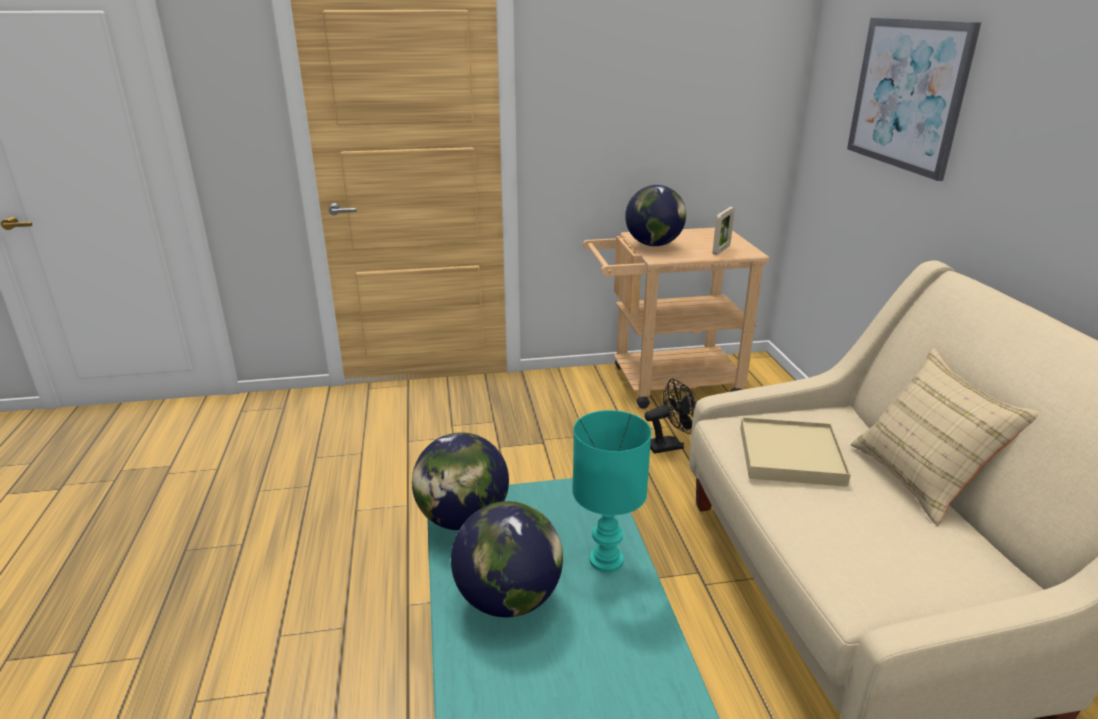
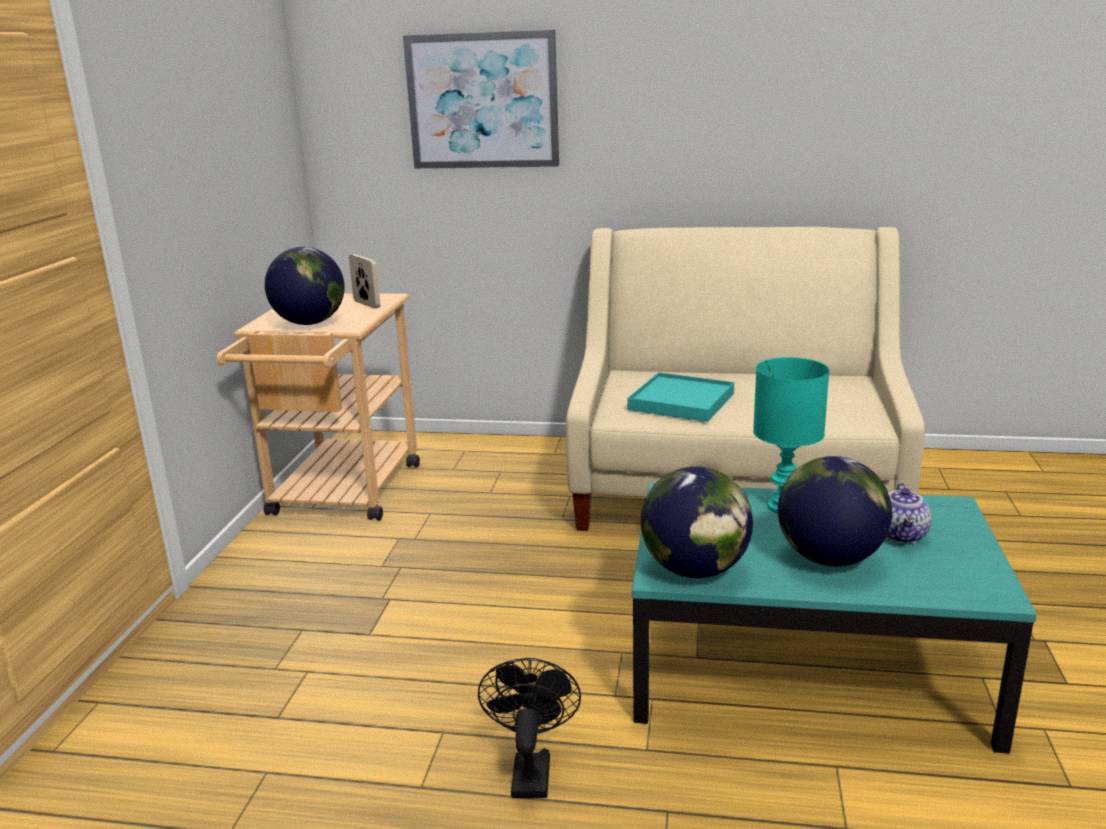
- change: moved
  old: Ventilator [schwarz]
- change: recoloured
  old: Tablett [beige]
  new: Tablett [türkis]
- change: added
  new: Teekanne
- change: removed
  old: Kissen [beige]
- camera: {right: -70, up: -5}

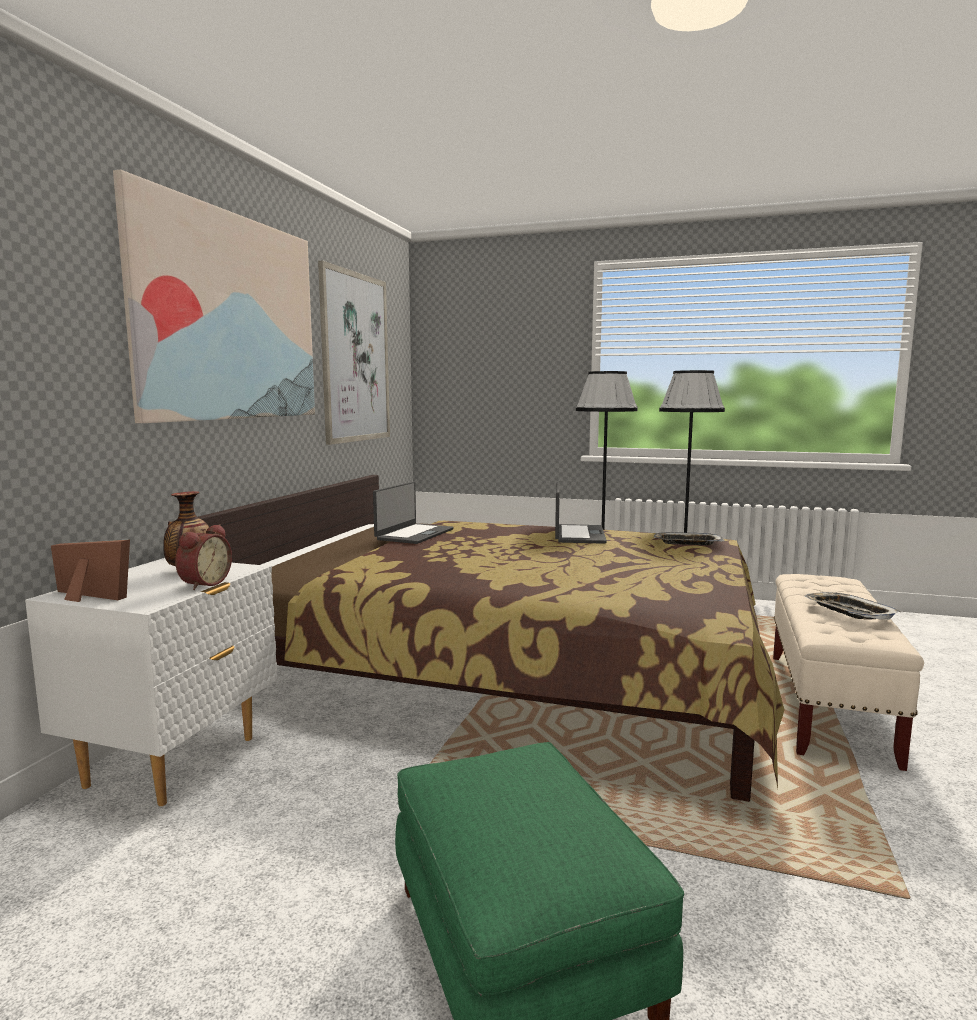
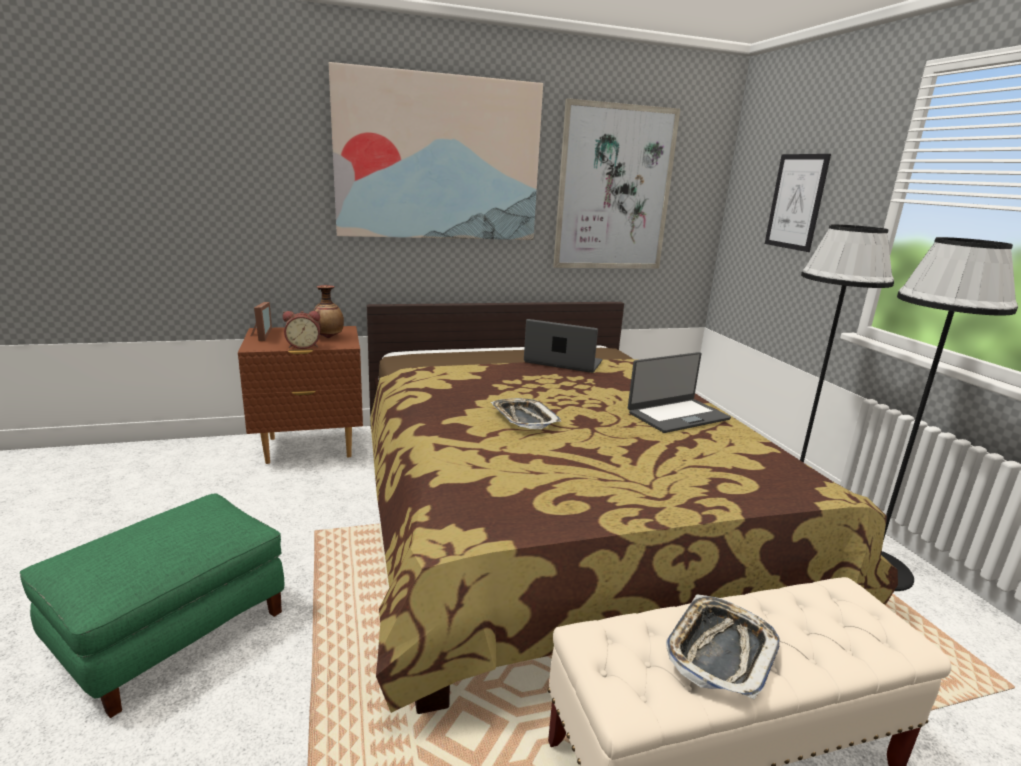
- change: recoloured
  old: Nachttisch [weiß]
  new: Nachttisch [braun]
- change: moved
  old: Tablett (1st from left)
- change: turned
  old: Laptop (1st from left)
  degrees: -150
- change: added
  new: Bild (3rd from left)
- camera: {right: 55, up: 10}

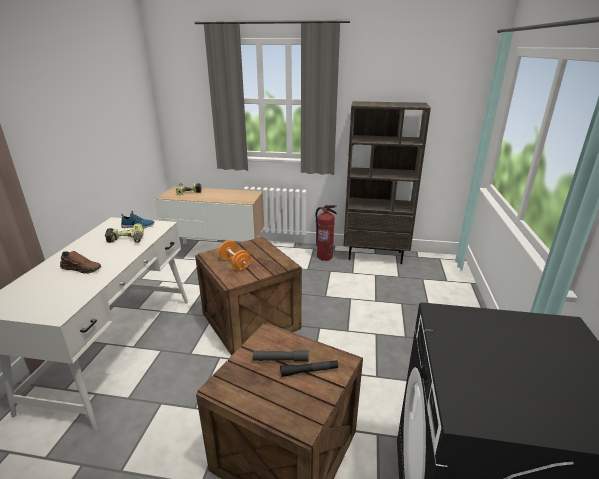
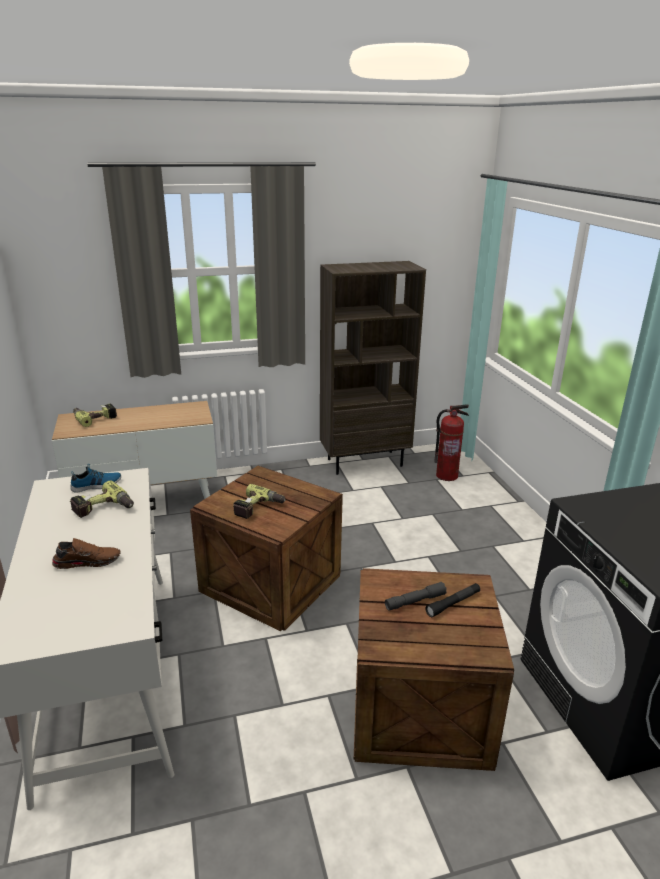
- change: replaced
  old: Hantel [orange]
  new: Bohrmaschine (3rd from left)
- change: moved
  old: Feuerlöscher
- camera: {right: -25, up: 0}

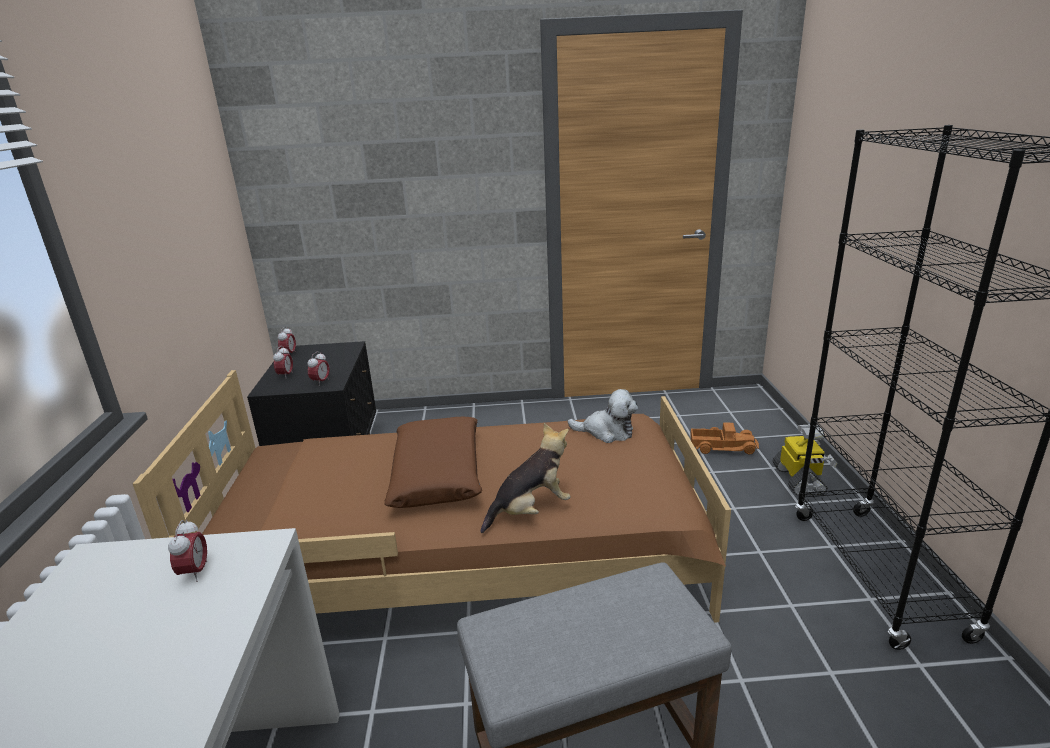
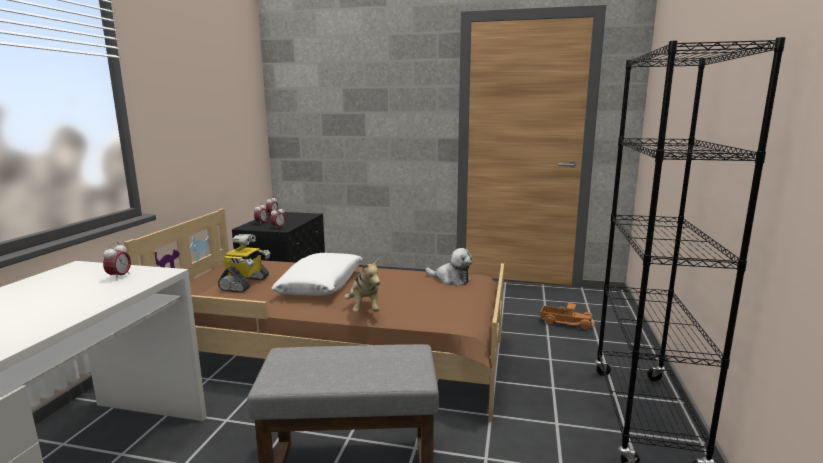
- change: moved
  old: Spielzeugroboter
- change: recoloured
  old: Kissen [braun]
  new: Kissen [weiß]
- change: turned
  old: Plüschtier (1st from left)
  degrees: 90
- camera: {right: 15, up: -10}

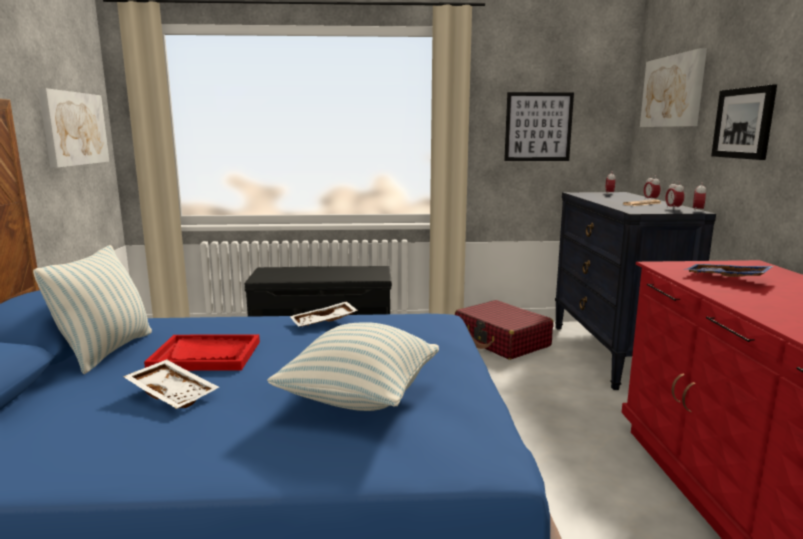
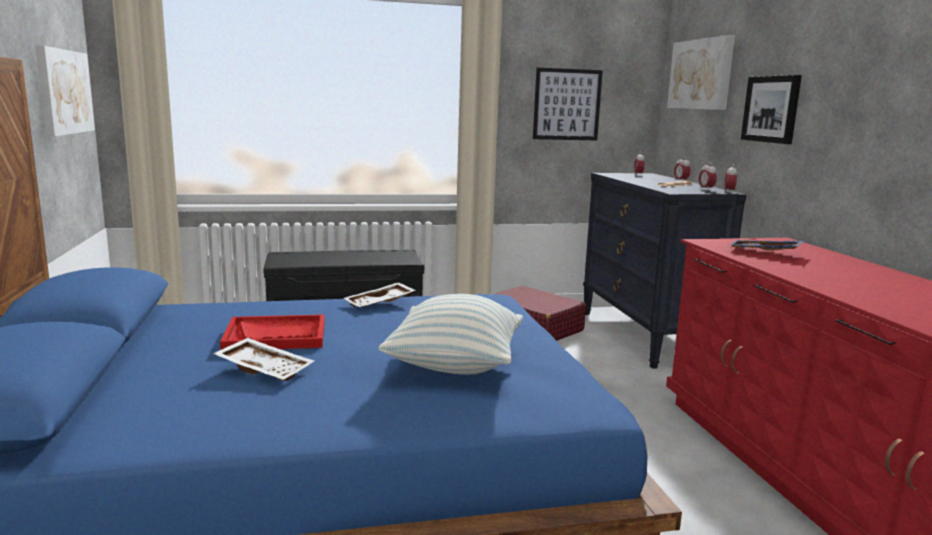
- change: removed
  old: Kissen (1st from left)
- camera: {right: -10, up: 0}

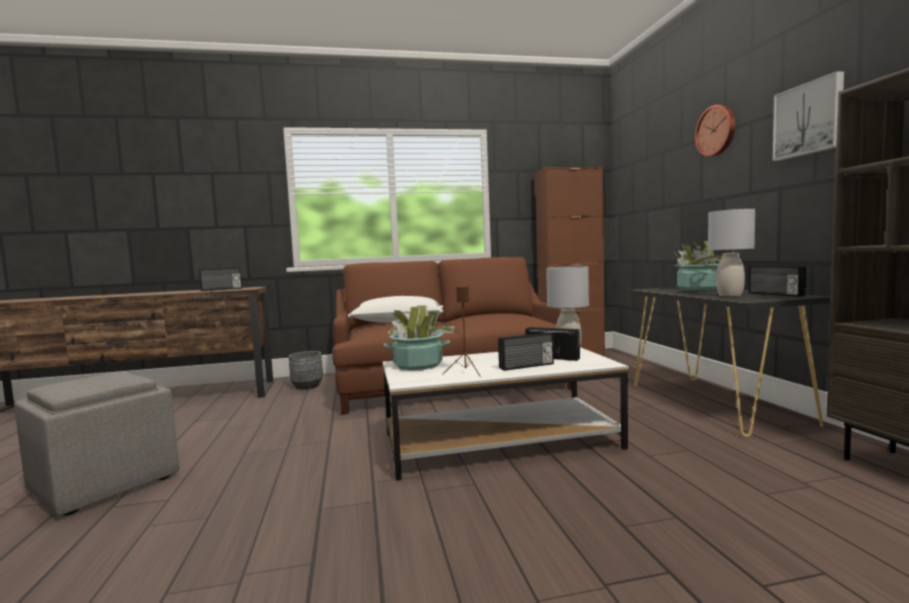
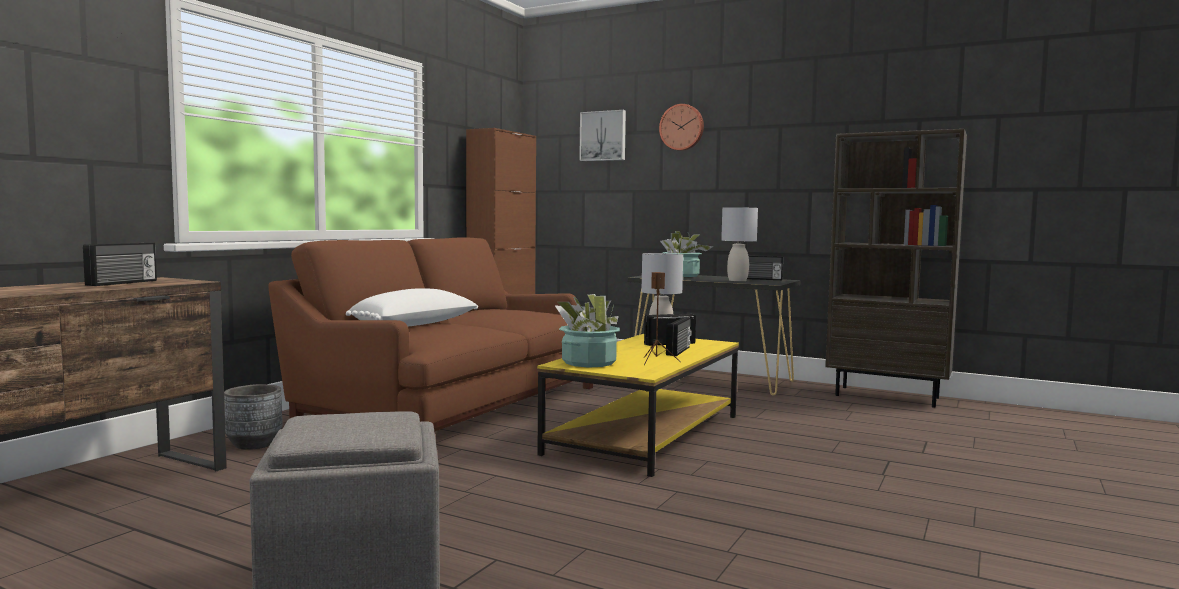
- change: recoloured
  old: Couchtisch [weiß]
  new: Couchtisch [gelb]
- change: moved
  old: Bild
- camera: {right: -50, up: 0}

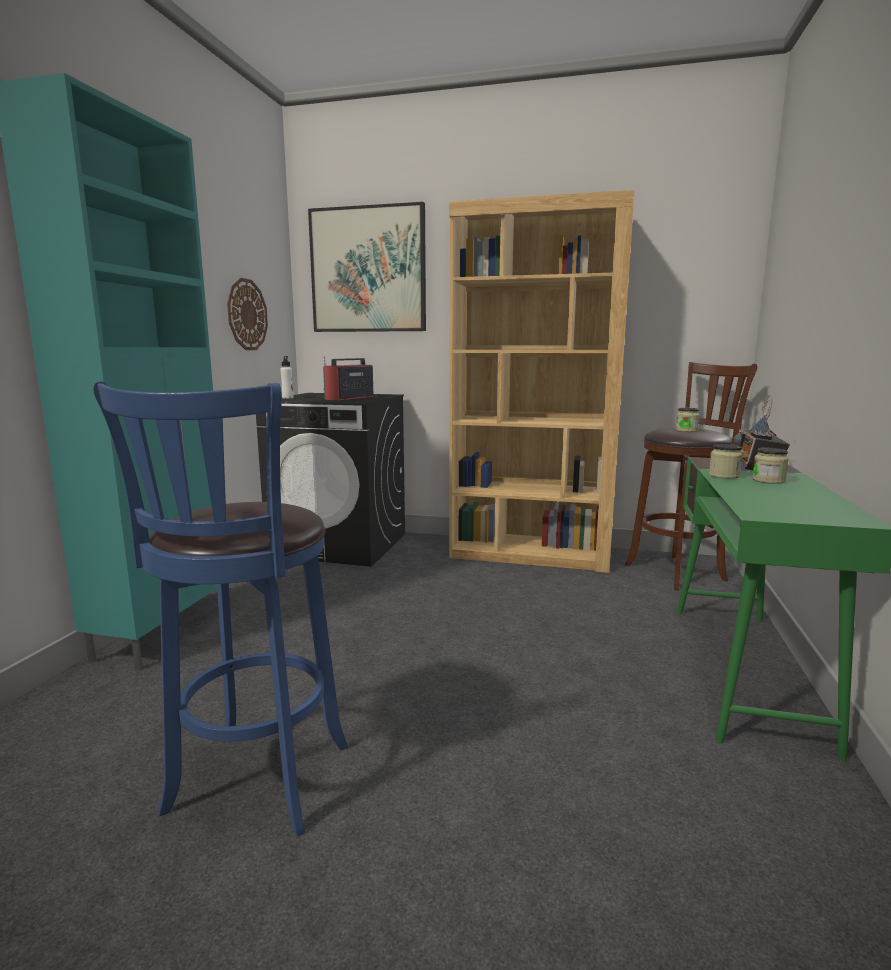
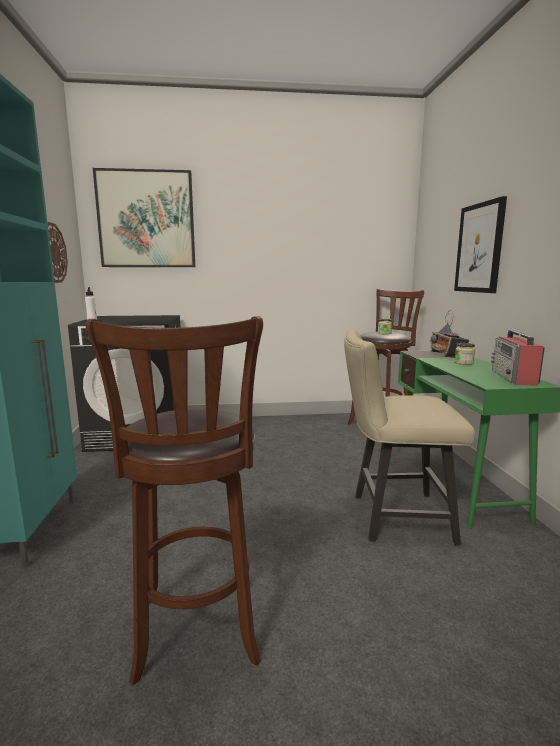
- change: recoloured
  old: Hocker [blau]
  new: Hocker [braun] (1st from left)
- change: added
  new: Stuhl [beige]
- change: added
  new: Bild (2nd from left)
- change: moved
  old: Radio (1st from left in the first image)
  new: Radio (2nd from left)
- change: removed
  old: Bücherregal [braun]
- change: removed
  old: Vorratsglas (2nd from left)
- camera: {right: -20, up: 0}

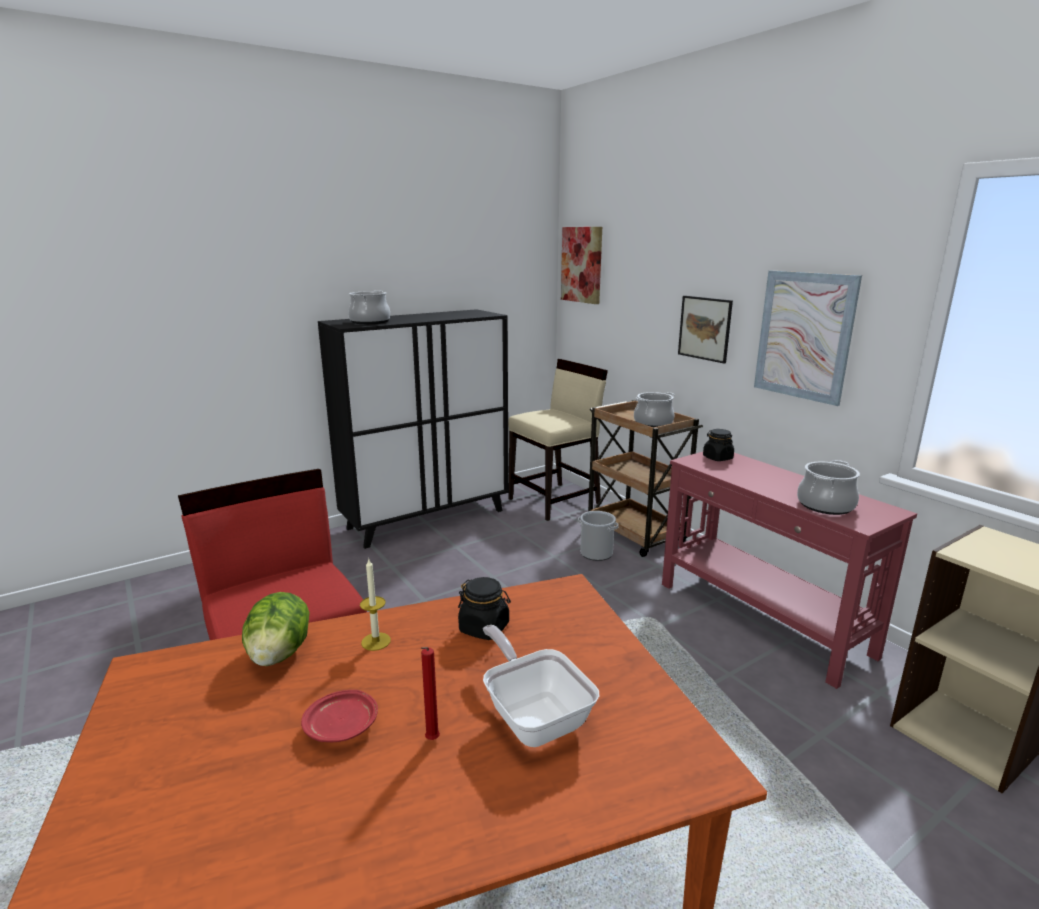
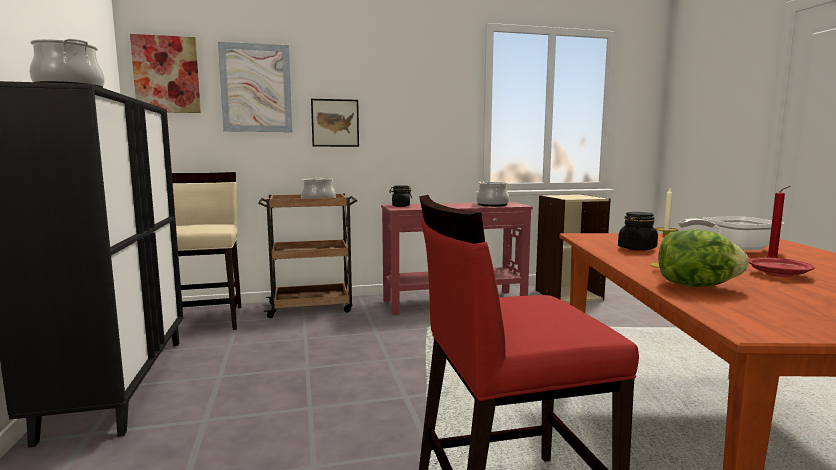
- change: moved
  old: Bild (3rd from left in the first image)
  new: Bild (2nd from left)
- change: removed
  old: Eimer
- camera: {right: -70, up: -10}

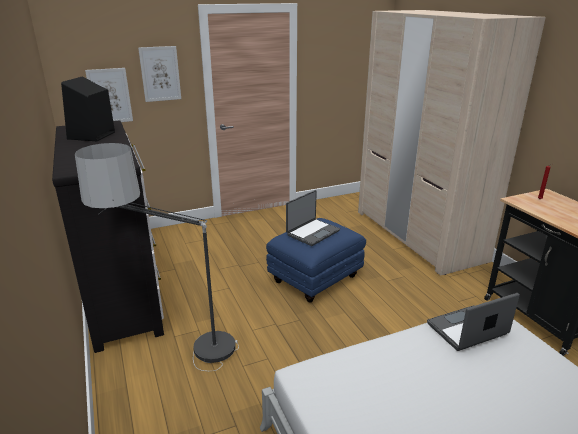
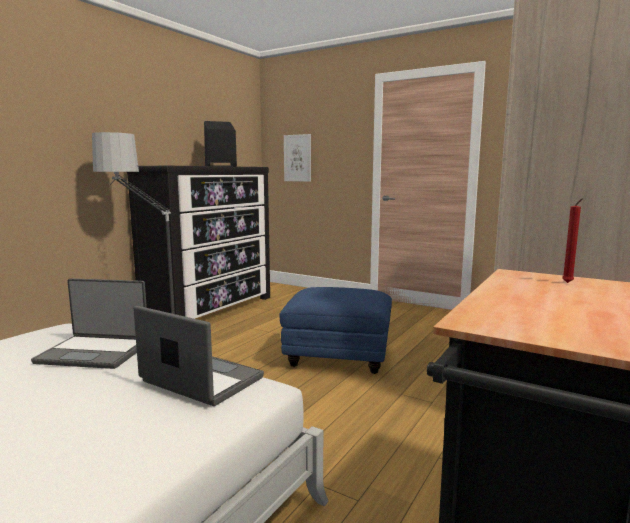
- change: moved
  old: Laptop (1st from left)
- change: removed
  old: Bild (2nd from left)
- camera: {right: 55, up: -15}

